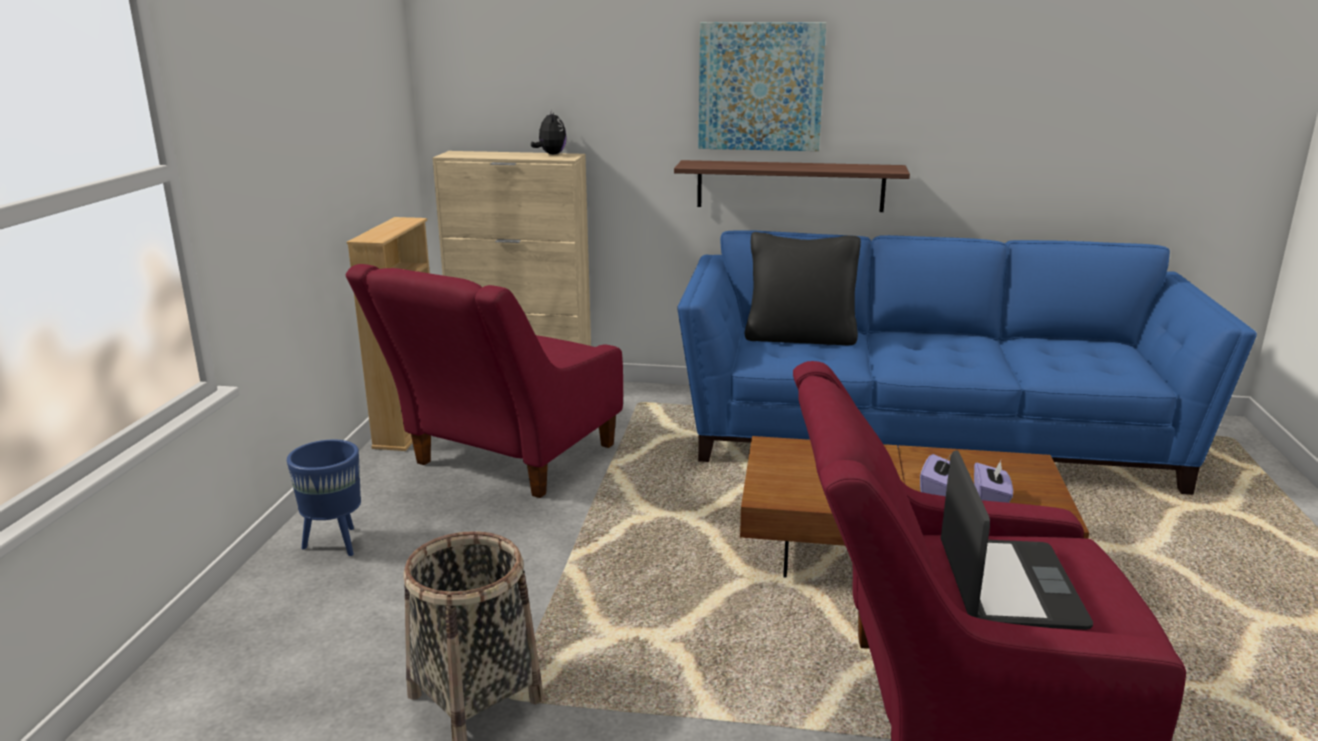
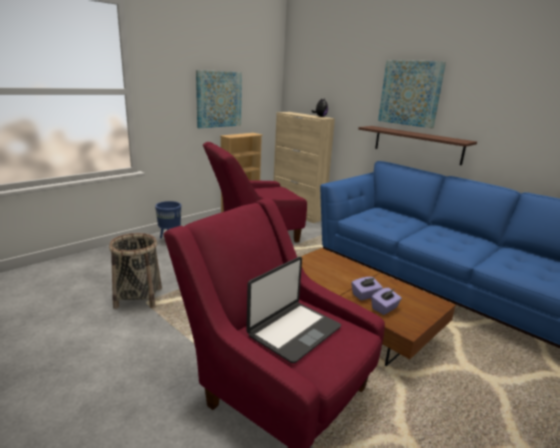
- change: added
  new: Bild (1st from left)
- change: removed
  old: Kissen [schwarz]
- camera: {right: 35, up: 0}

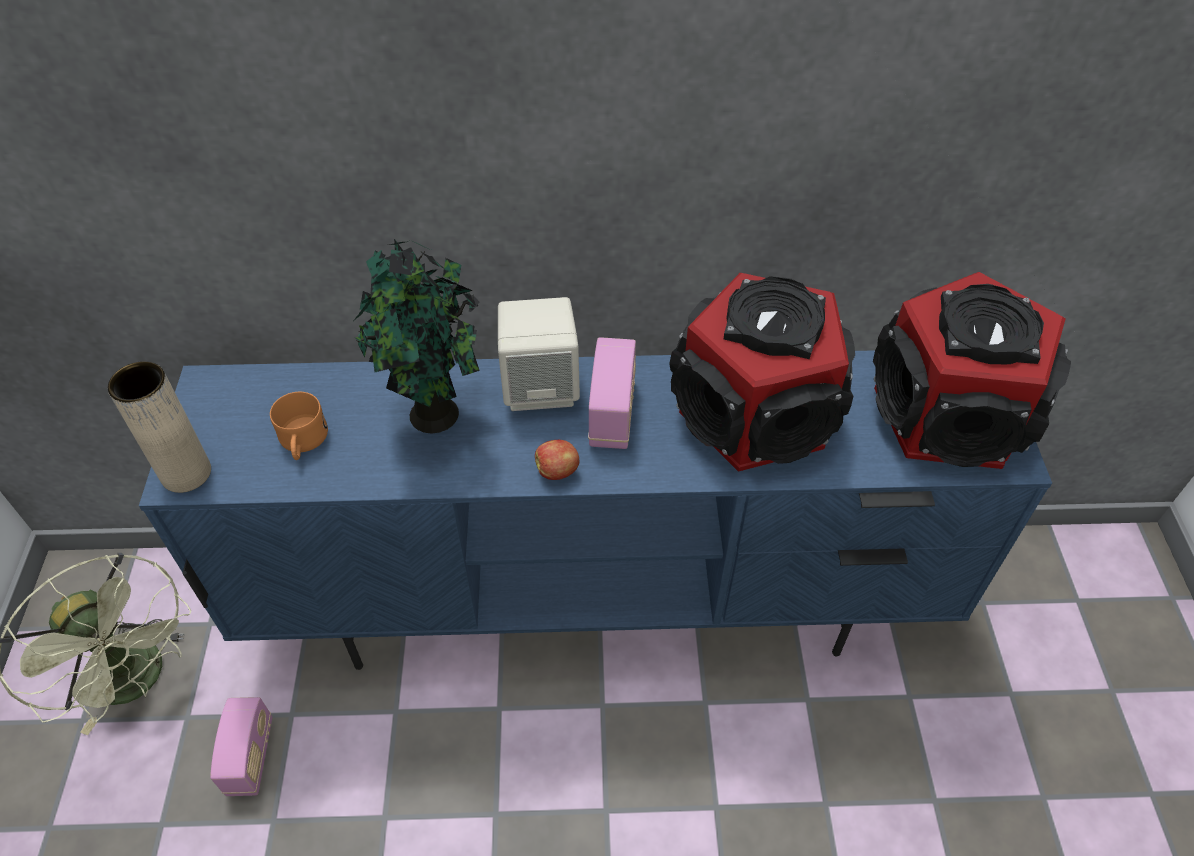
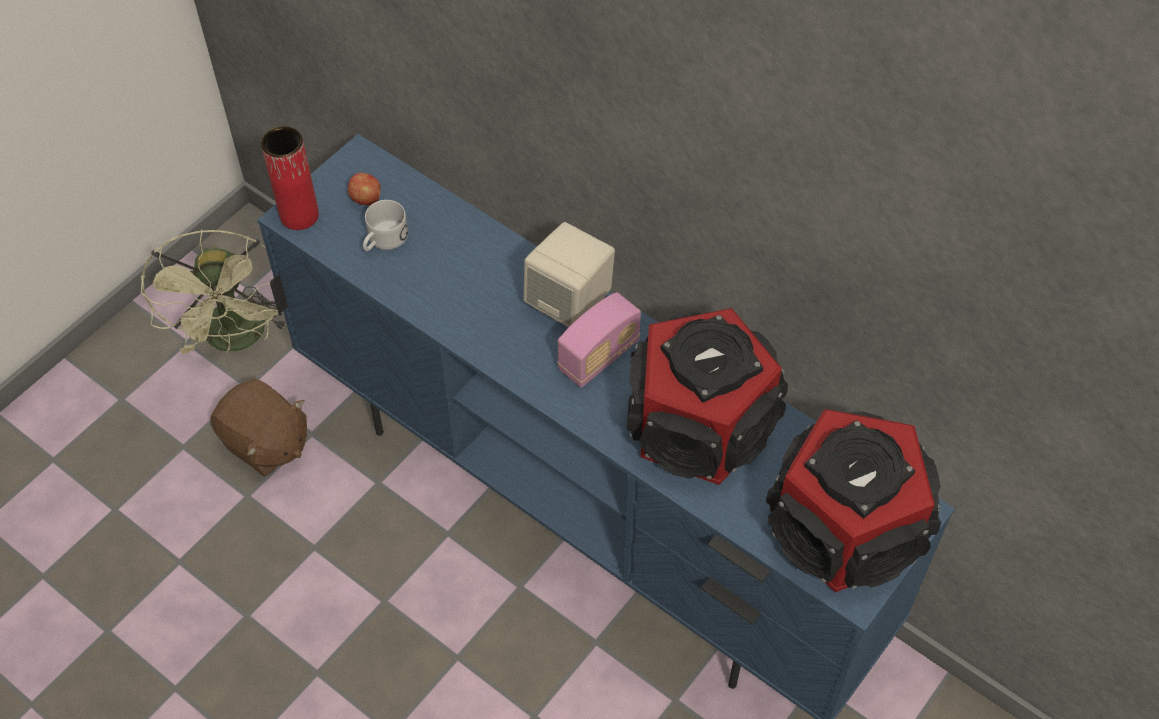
- change: replaced
  old: Radio (1st from left)
  new: Plüschtier [braun]
- change: recoloured
  old: Vase [beige]
  new: Vase [rot]
- change: moved
  old: Apfel
- change: recoloured
  old: Henkelbecher [orange]
  new: Henkelbecher [weiß]
- change: removed
  old: Topfpflanze
- camera: {right: 40, up: 5}

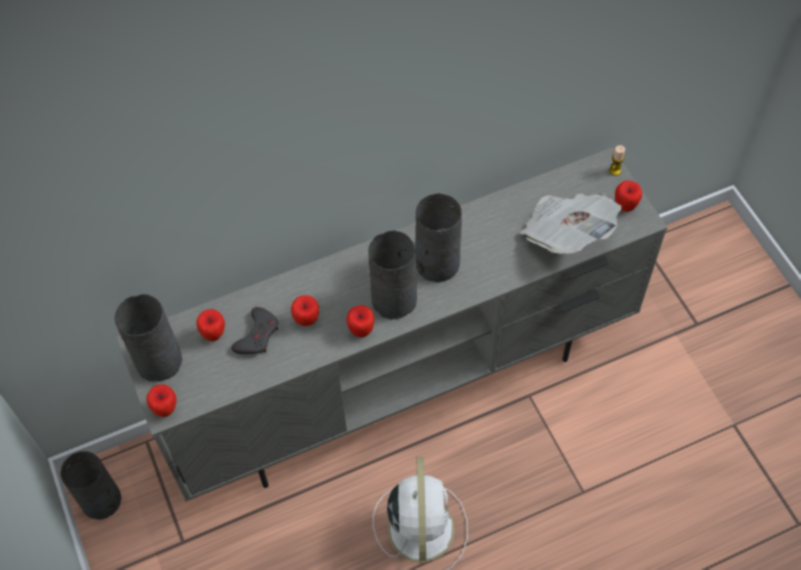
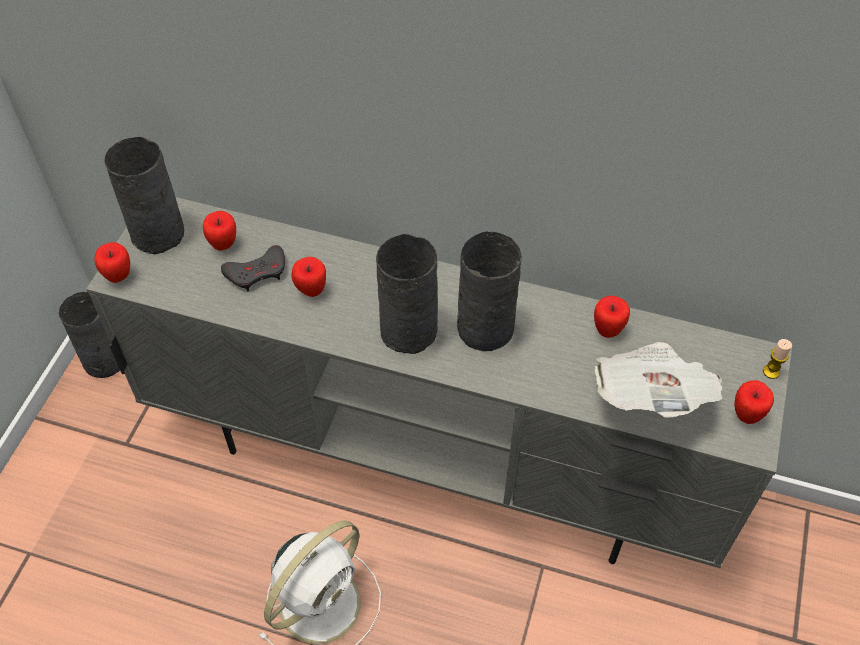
- change: moved
  old: Apfel (4th from left)
- camera: {right: 40, up: -5}

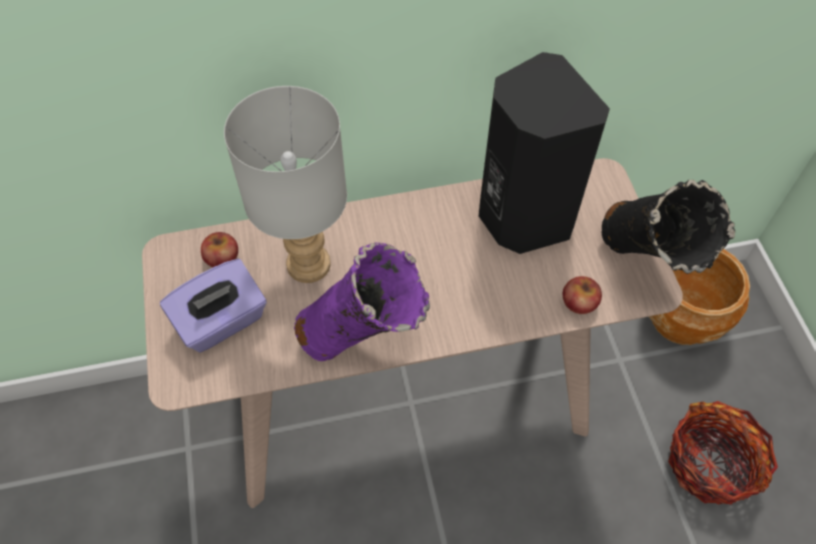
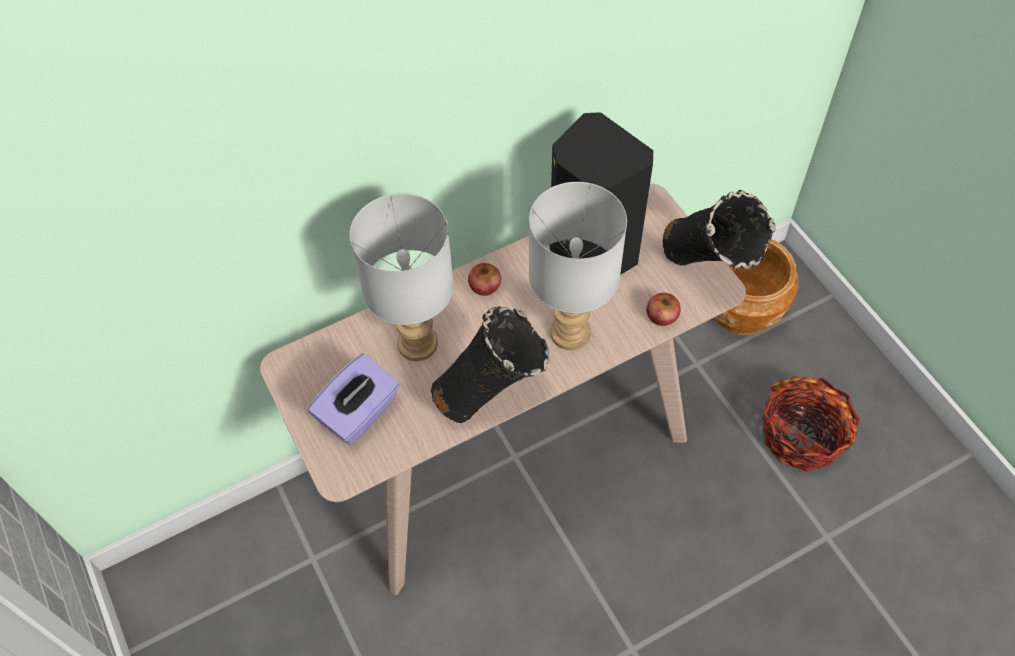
- change: recoloured
  old: Vase [lila]
  new: Vase [schwarz] (1st from left)
- change: moved
  old: Apfel (1st from left)
- change: added
  new: Tischlampe [grau] (2nd from left)
- camera: {right: -15, up: 0}

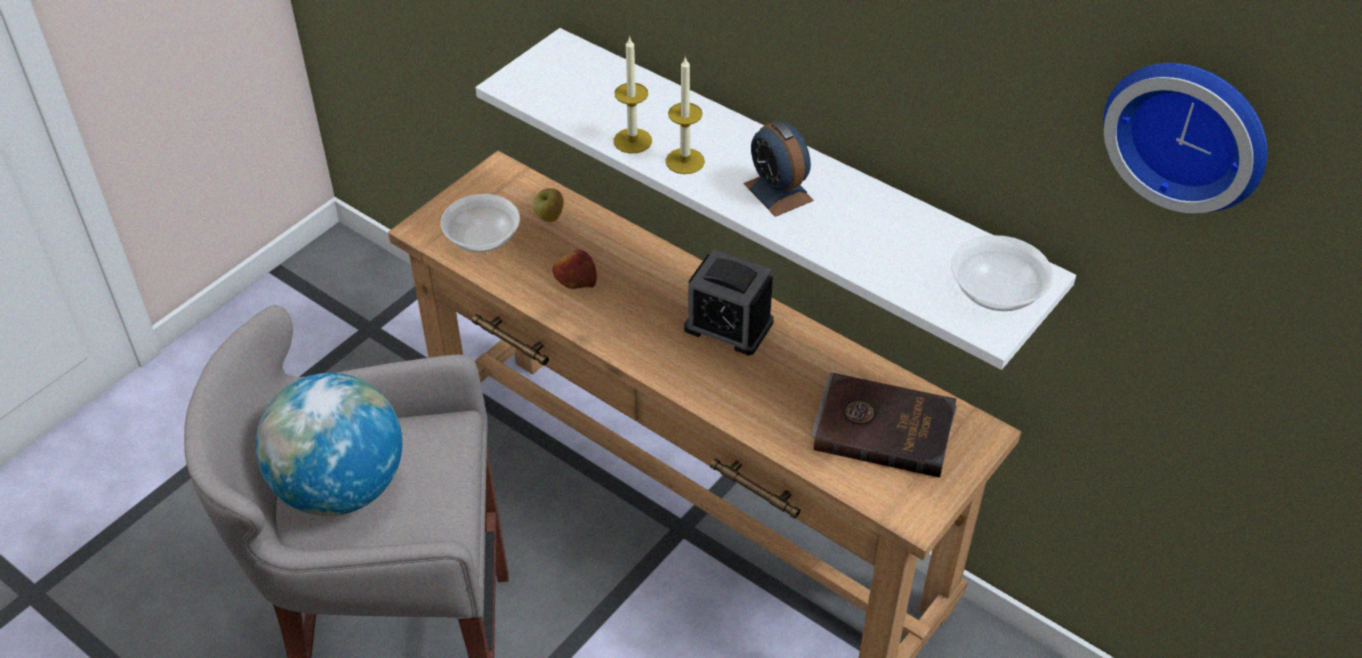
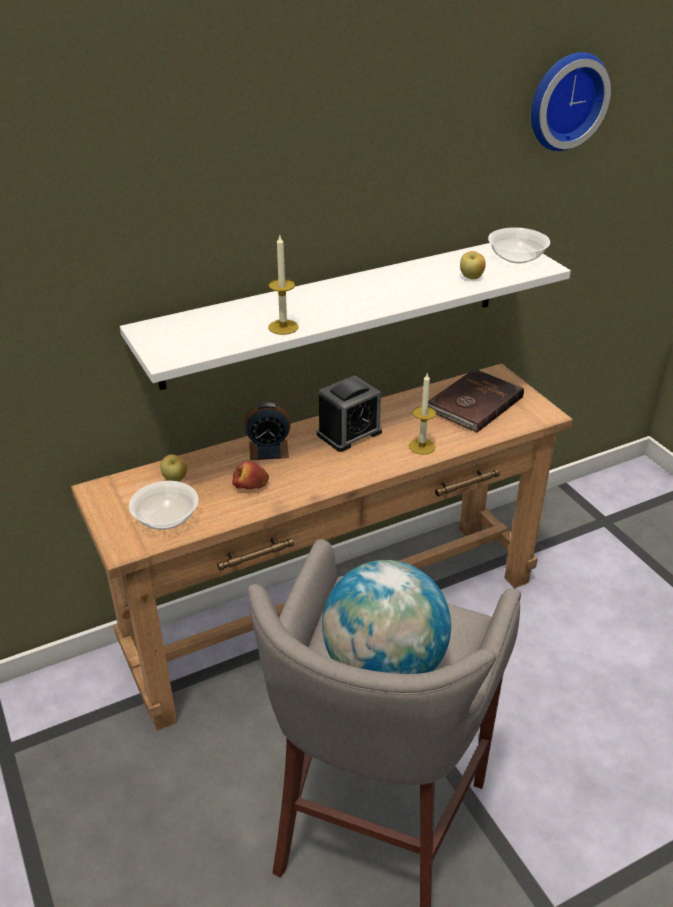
- change: moved
  old: Wecker (2nd from left in the first image)
  new: Wecker (1st from left)
- change: moved
  old: Kerze (2nd from left)
- change: added
  new: Apfel (3rd from left)
- camera: {right: -65, up: -10}

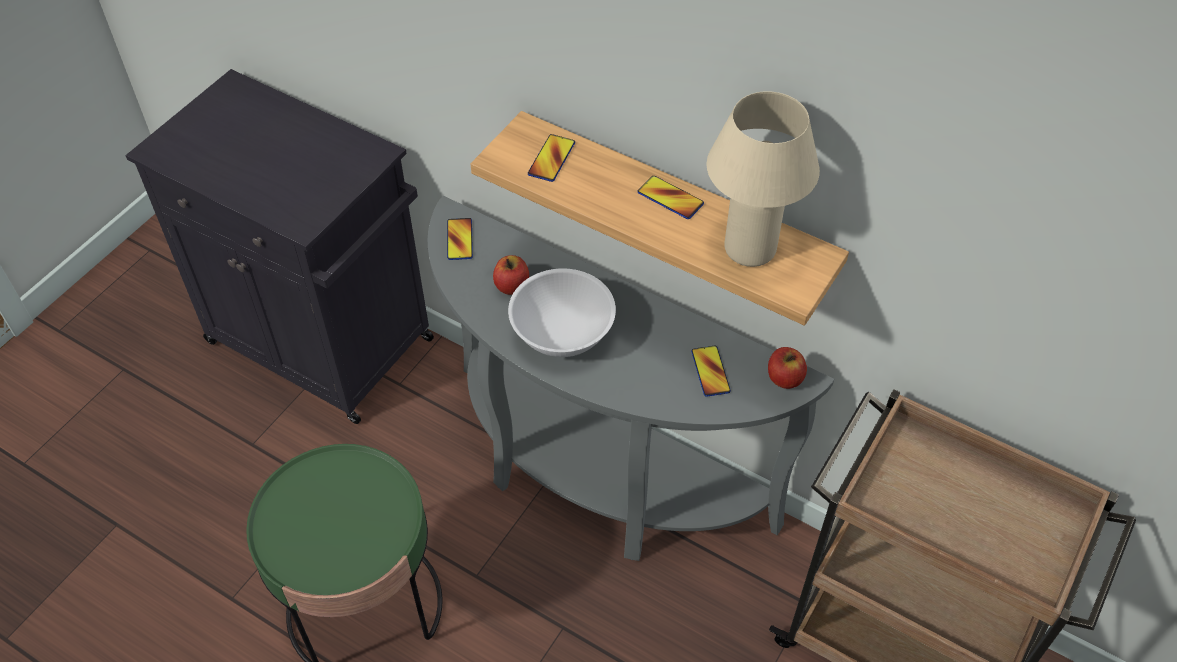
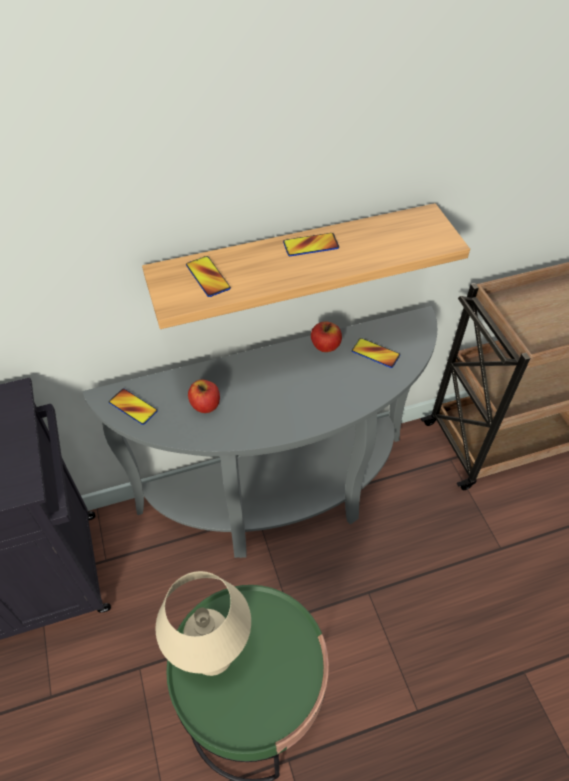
- change: moved
  old: Tischlampe [beige]
- change: moved
  old: Apfel (2nd from left)
- change: removed
  old: Schüssel [weiß]
- camera: {right: -50, up: 0}

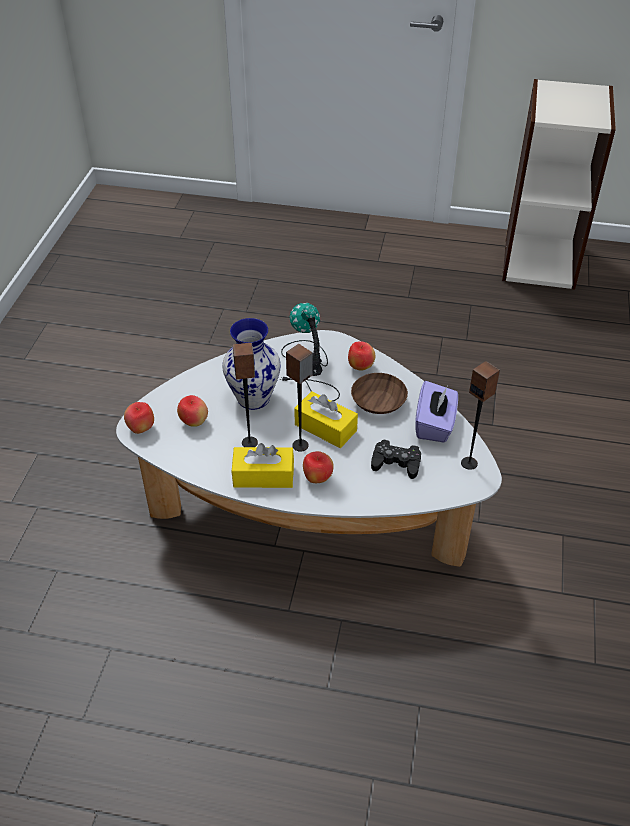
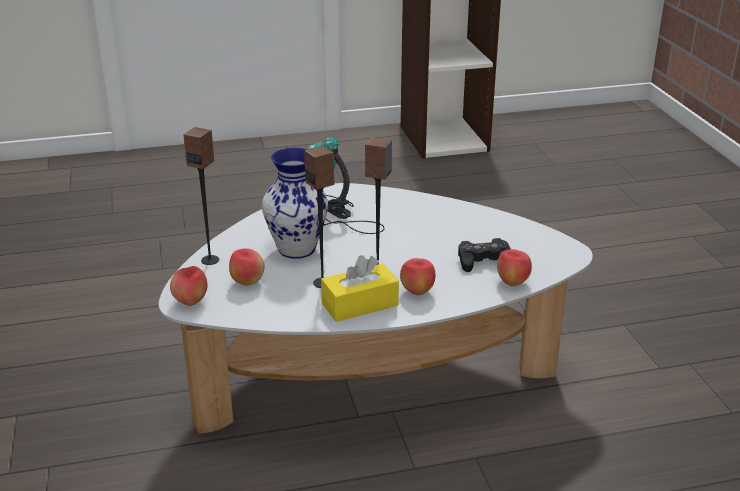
- change: moved
  old: Lautsprecher (3rd from left in the first image)
  new: Lautsprecher (1st from left)
- change: moved
  old: Apfel (4th from left)
- change: removed
  old: Taschentuchbox [gelb] (2nd from left)
- change: removed
  old: Schüssel [braun]
- change: removed
  old: Taschentuchbox [lila]
- camera: {right: -25, up: -15}

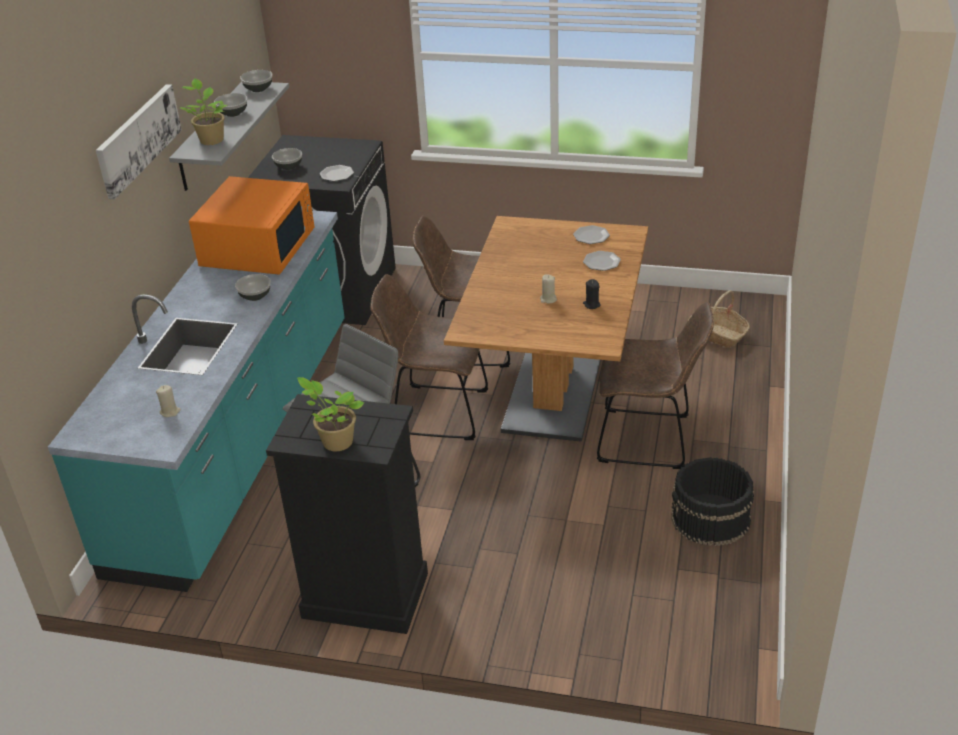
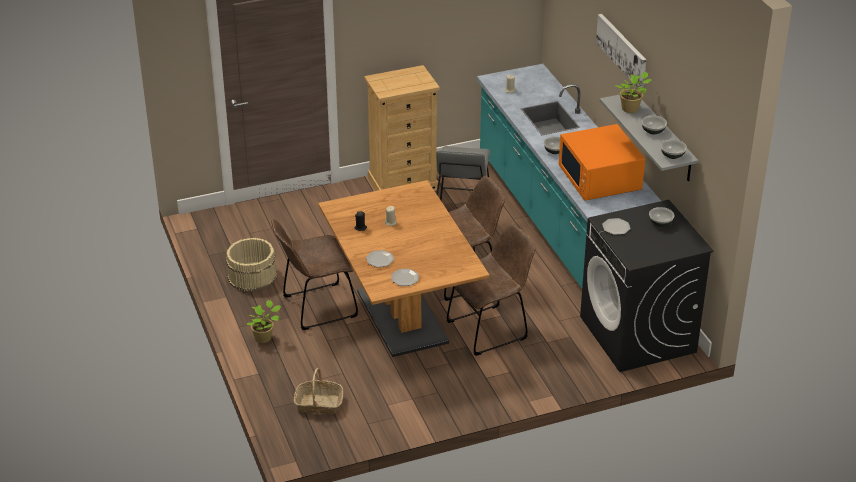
- change: recoloured
  old: Eimer [schwarz]
  new: Eimer [beige]
- change: moved
  old: Topfpflanze (2nd from left in the first image)
  new: Topfpflanze (1st from left)
- change: recoloured
  old: Kommode [schwarz]
  new: Kommode [beige]
- camera: {right: 145, up: 0}

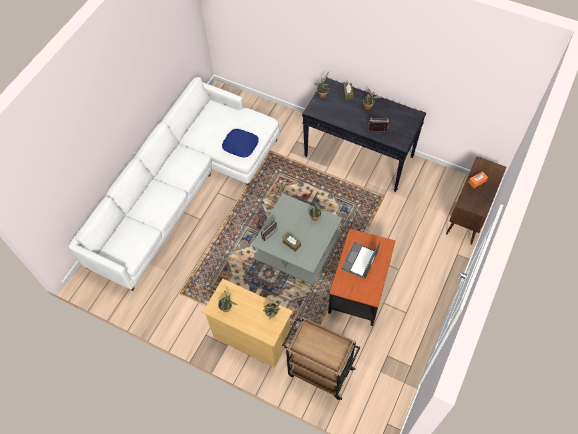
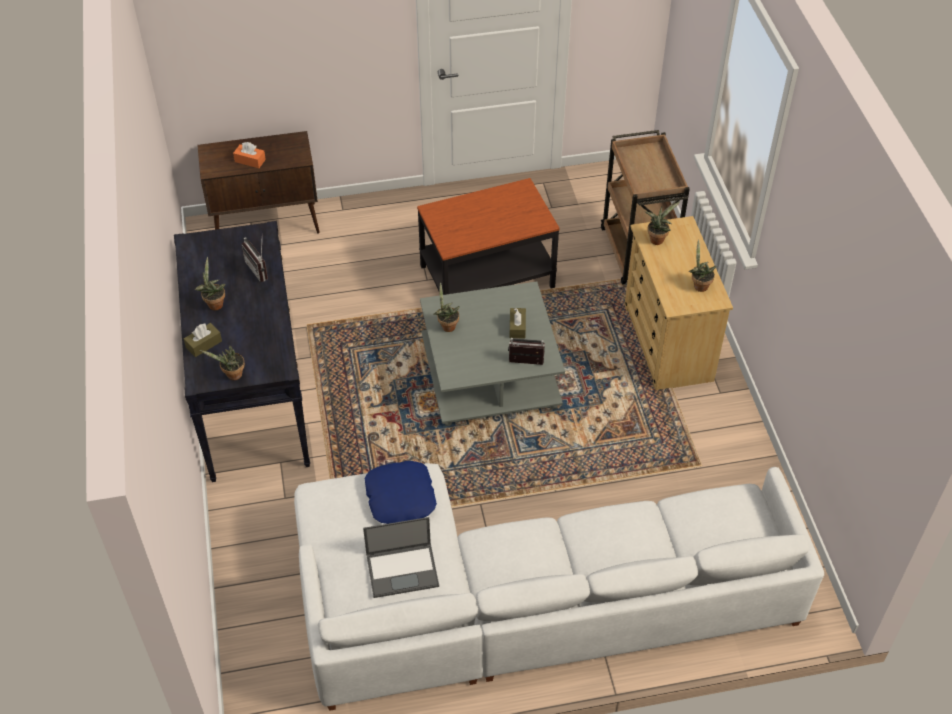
- change: moved
  old: Laptop
- camera: {right: -130, up: -10}

